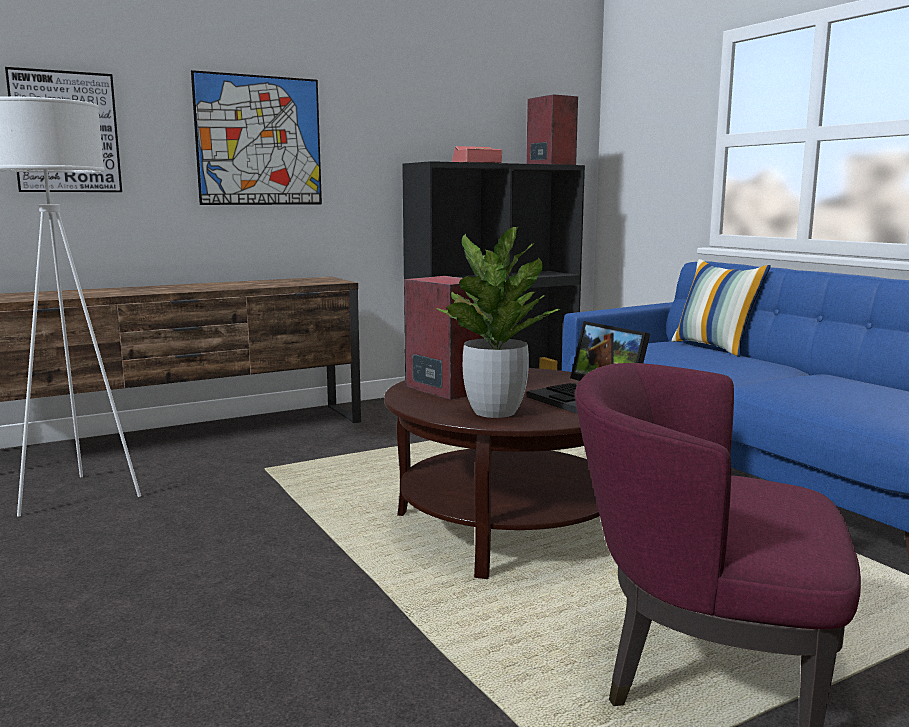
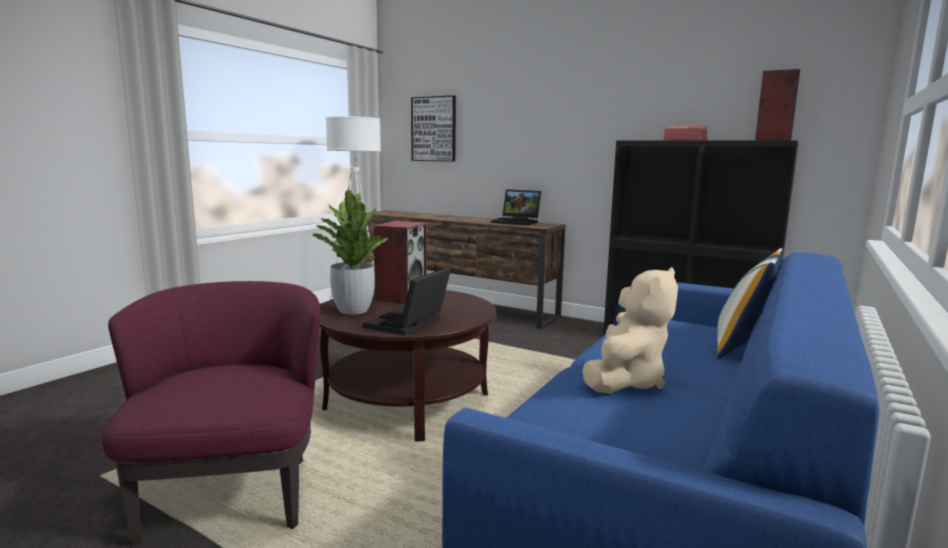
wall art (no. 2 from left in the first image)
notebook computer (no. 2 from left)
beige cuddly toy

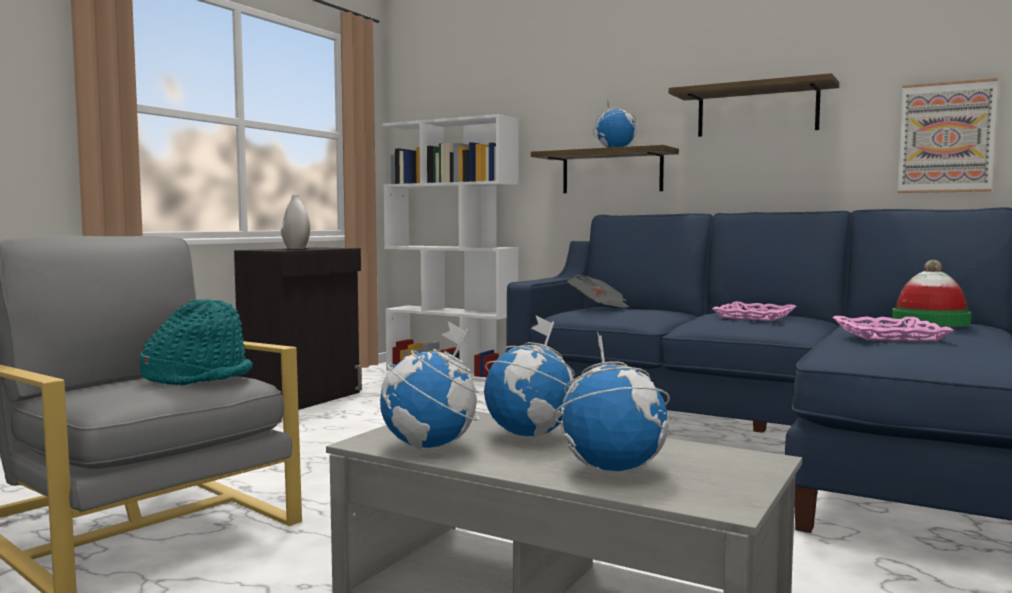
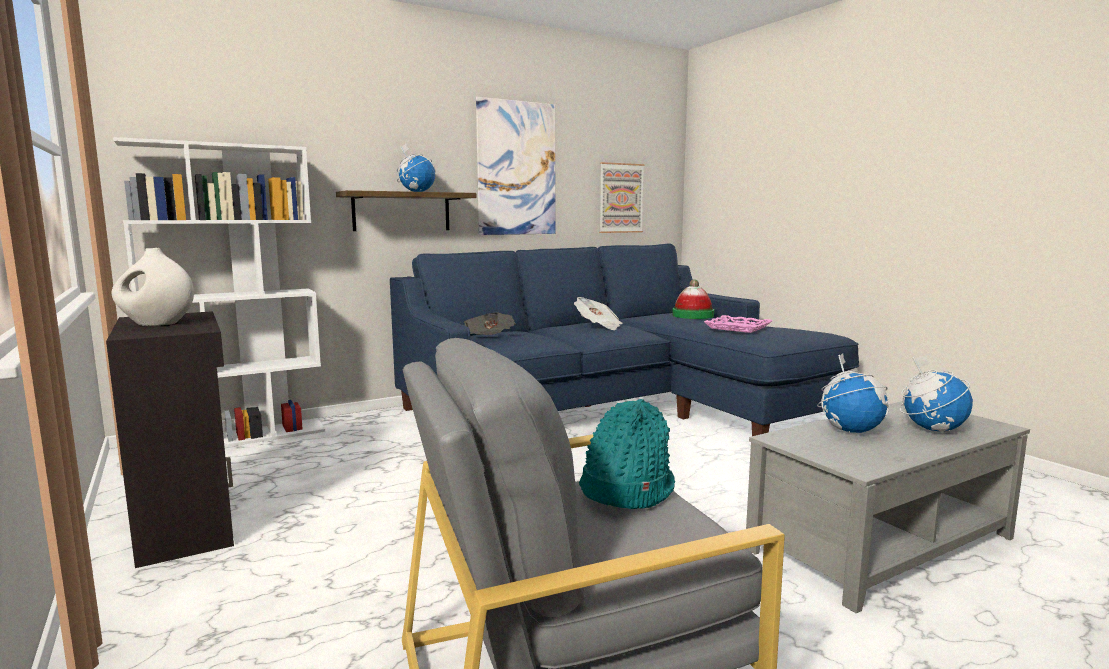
wall art (no. 1 from left)
daily paper (no. 2 from left)
world globe (no. 1 from left in the first image)

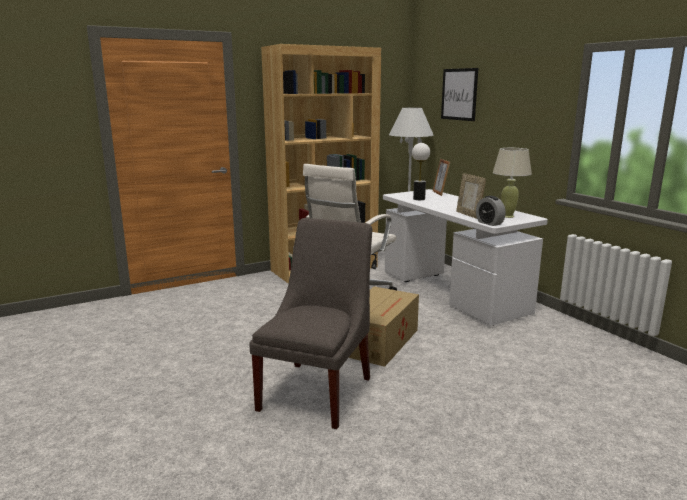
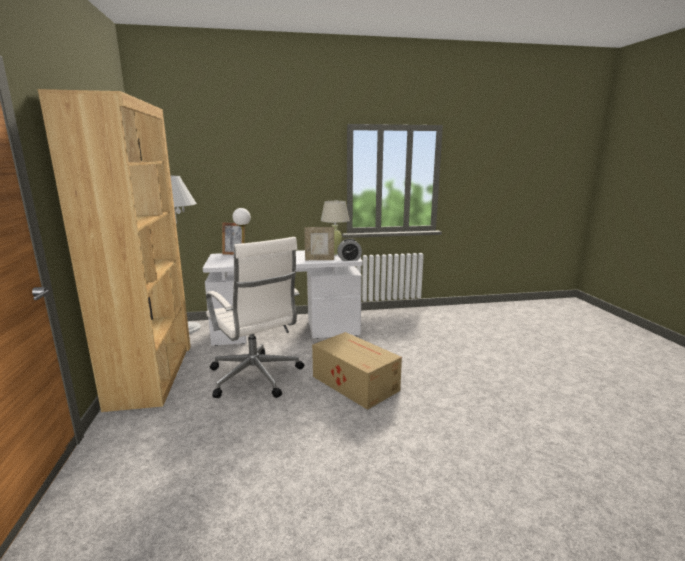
wall art
gray chair

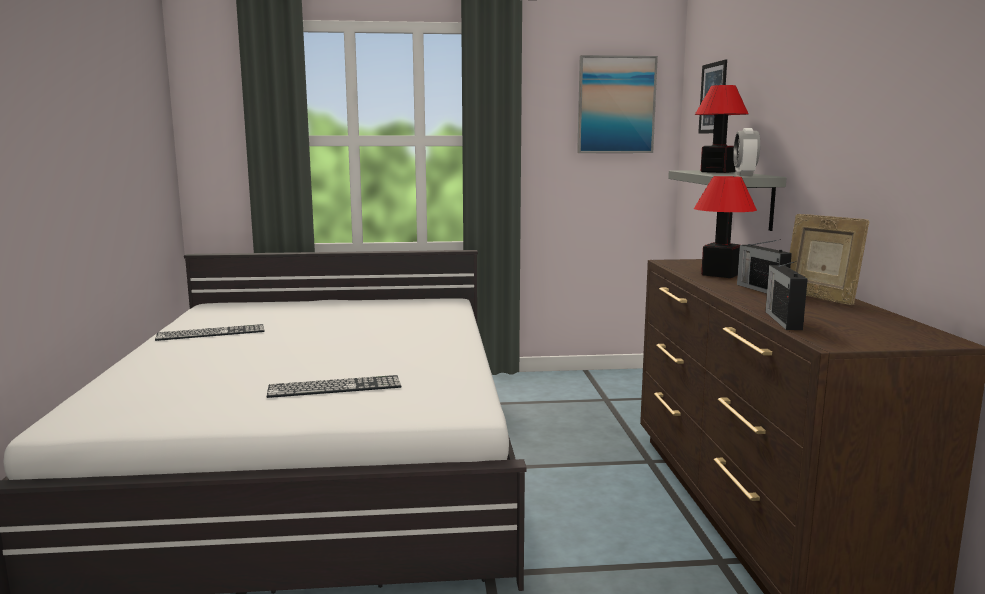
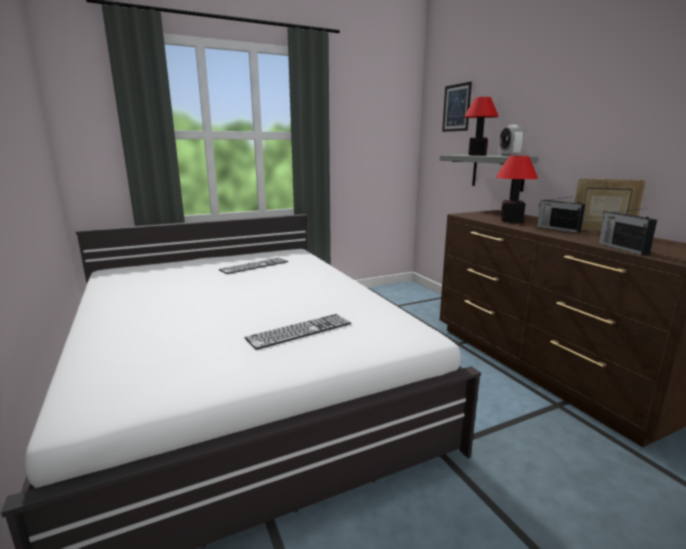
wall art (no. 1 from left in the first image)
PC keyboard (no. 1 from left)

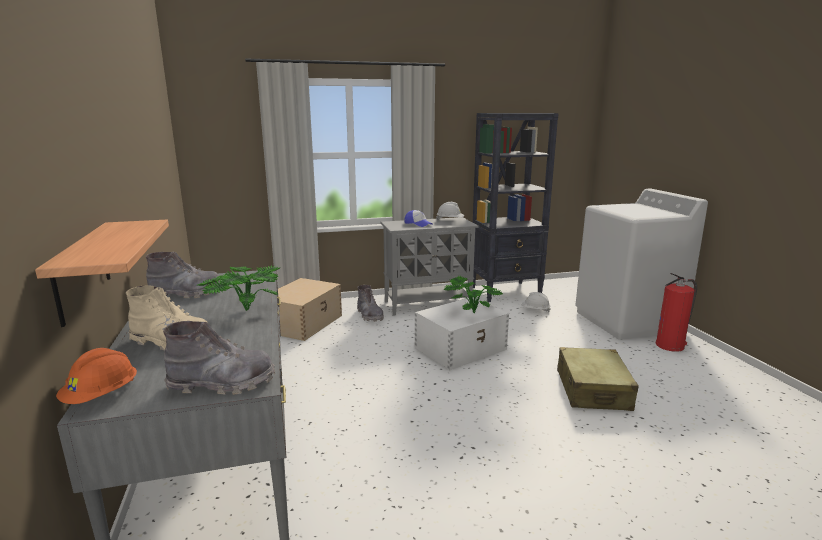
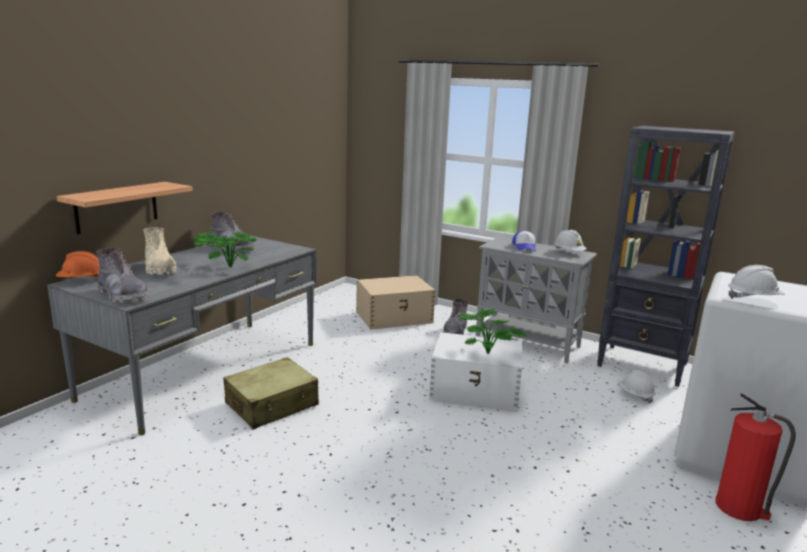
beige travel case
whitish safety helmet (no. 3 from left)

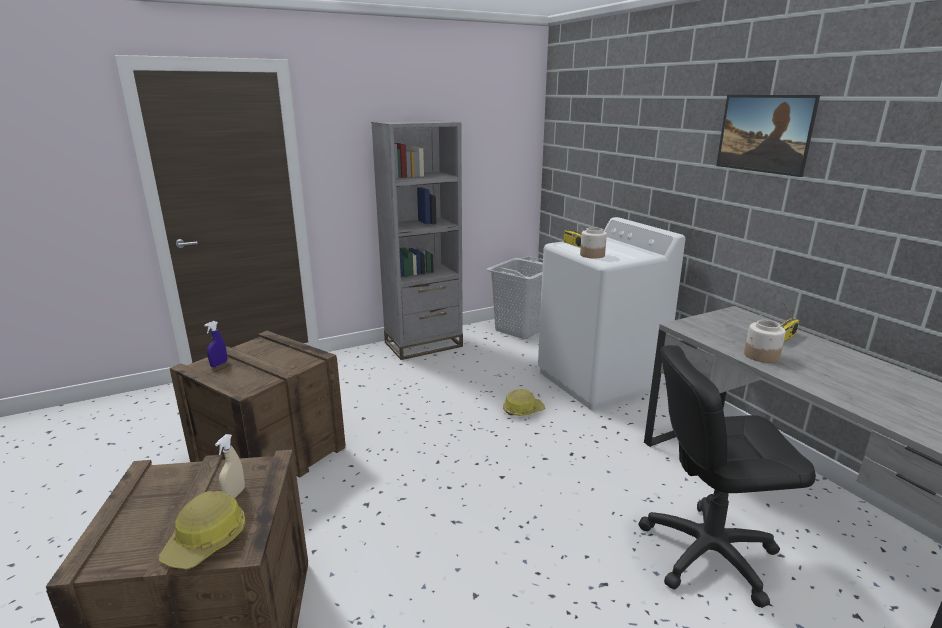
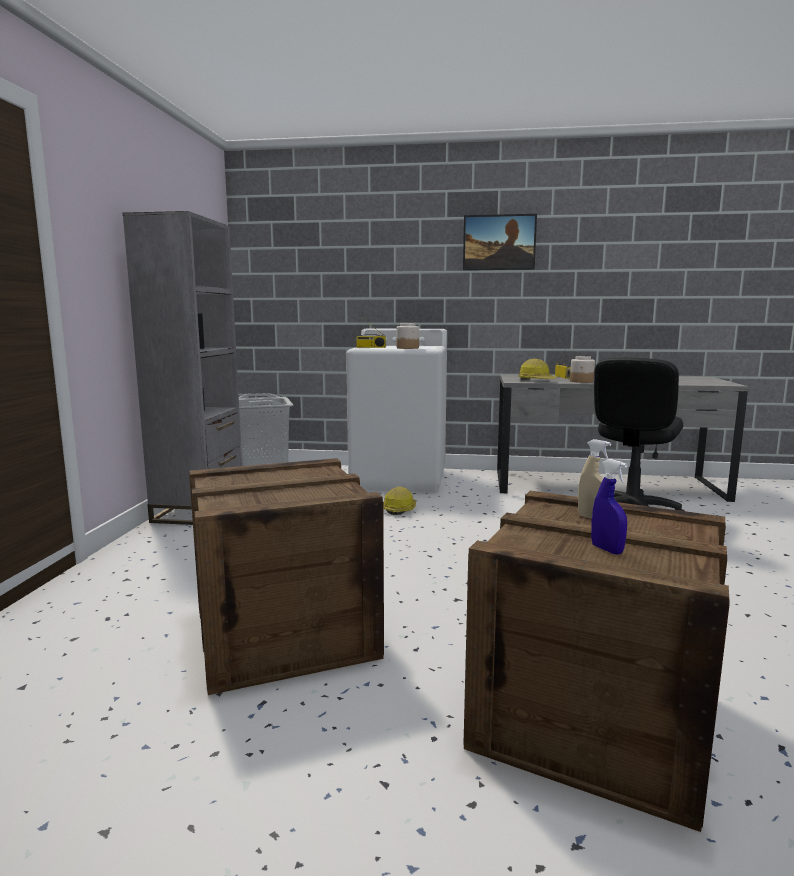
bluish sprayer
safety helmet (no. 2 from left)

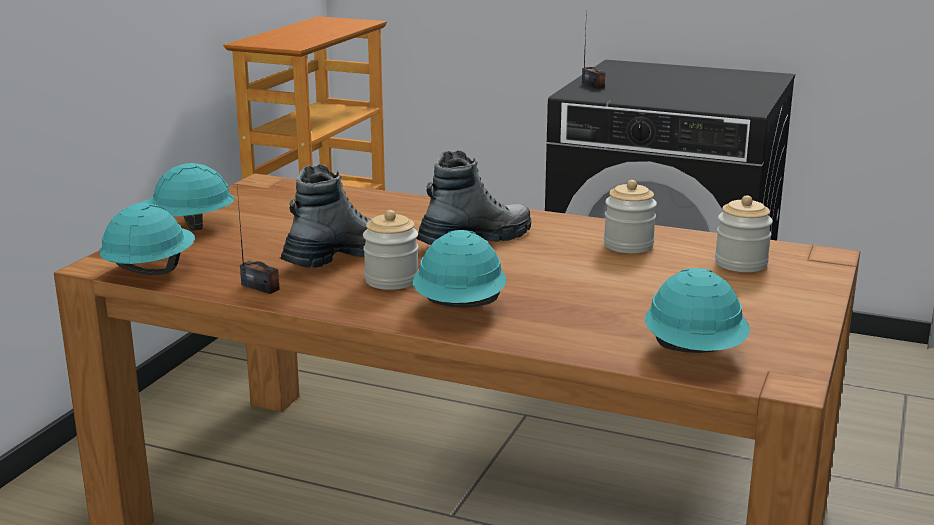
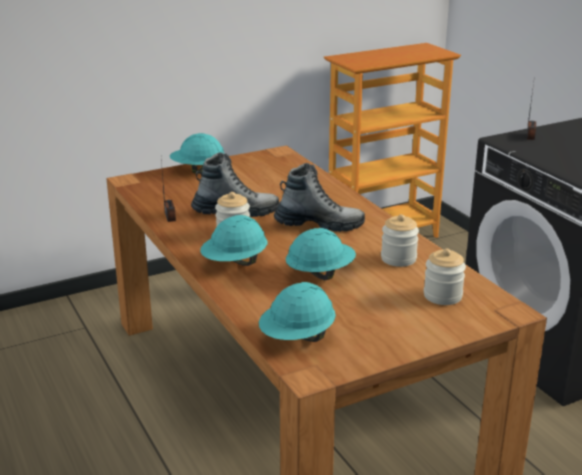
blue-green safety helmet (no. 4 from left)

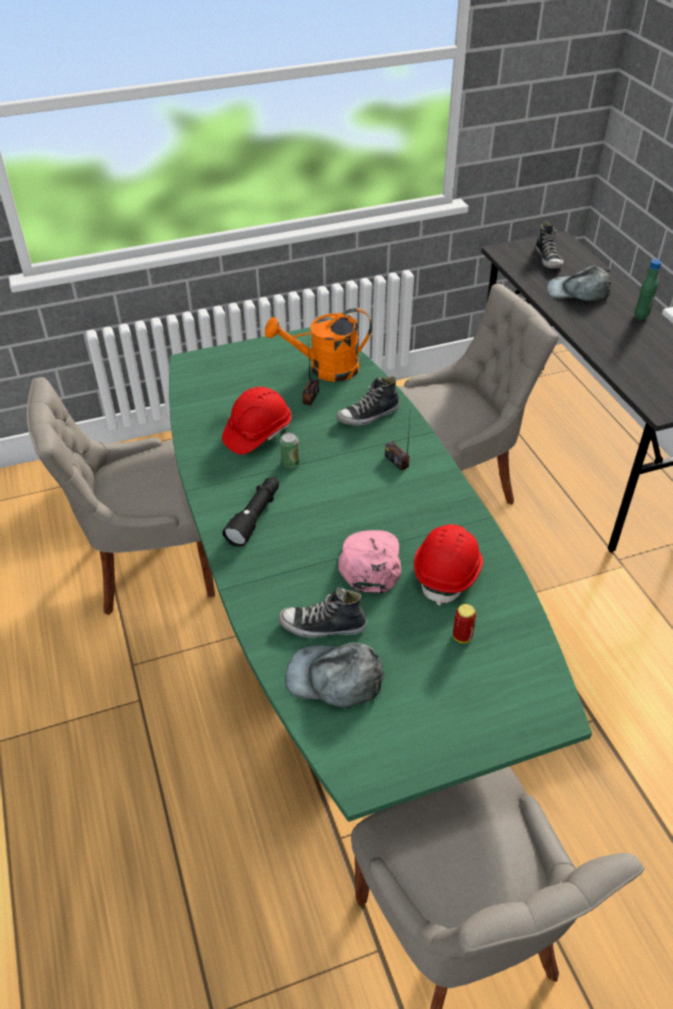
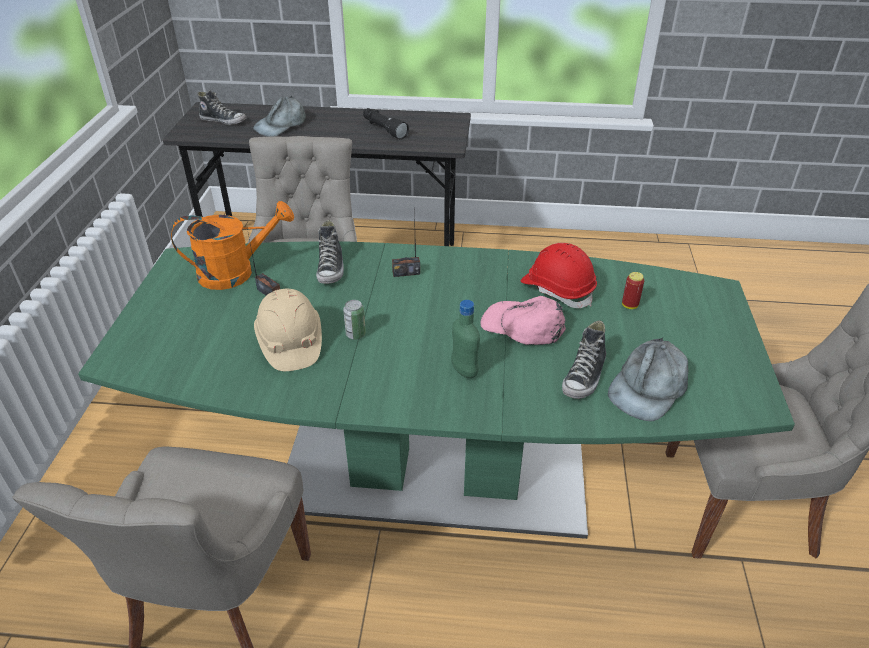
greenish bottle
orangey sprinkling can
beige safety helmet
black hand torch

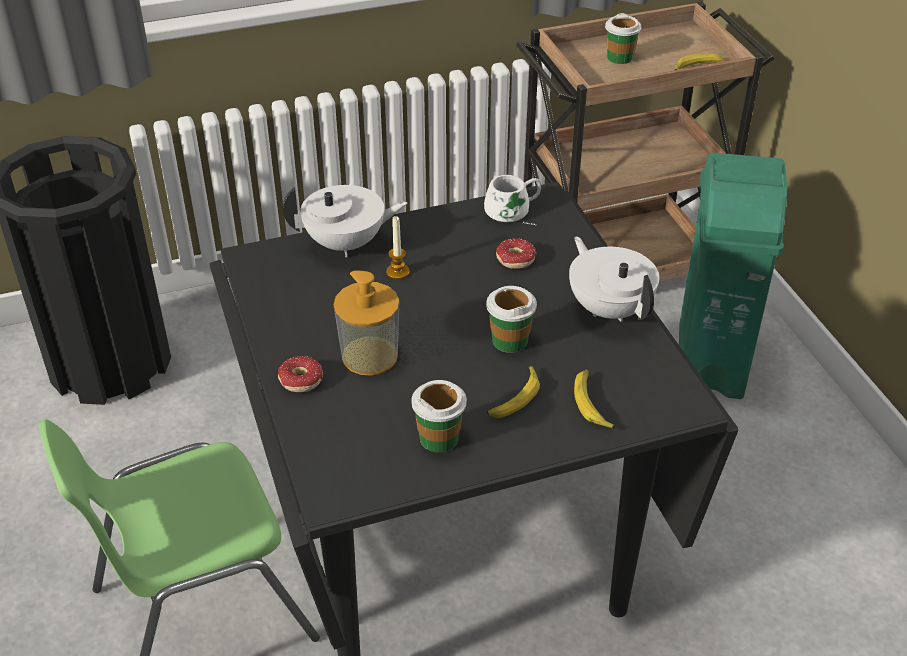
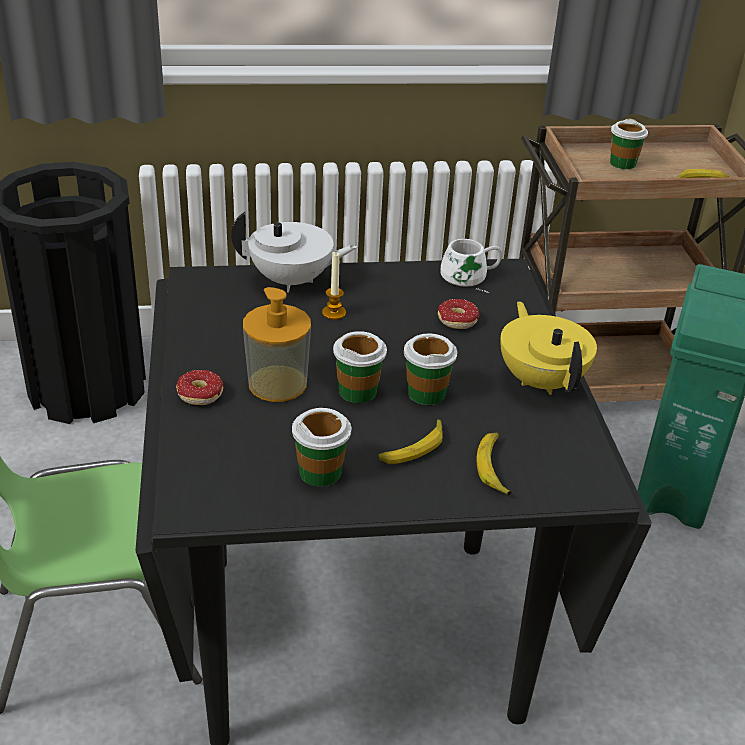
yellow-coloured teapot
small cup (no. 2 from left)

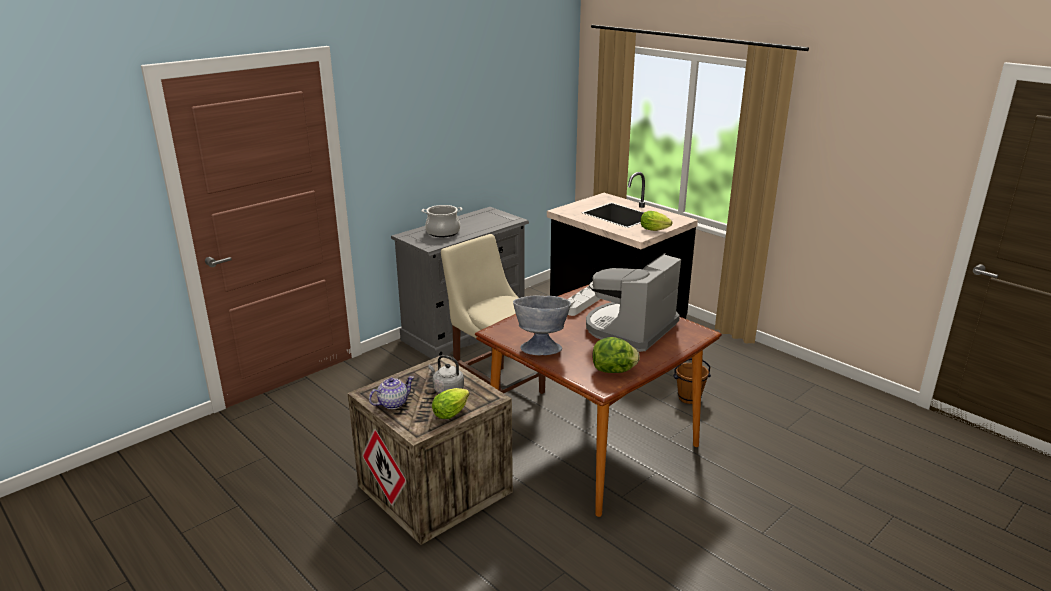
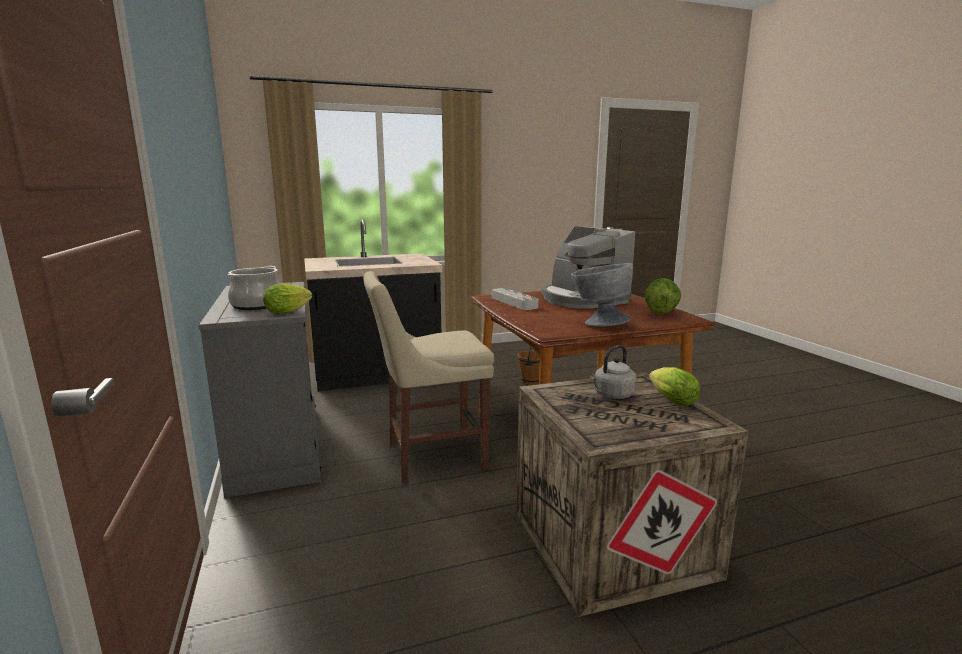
lettuce (no. 1 from left)
teapot

